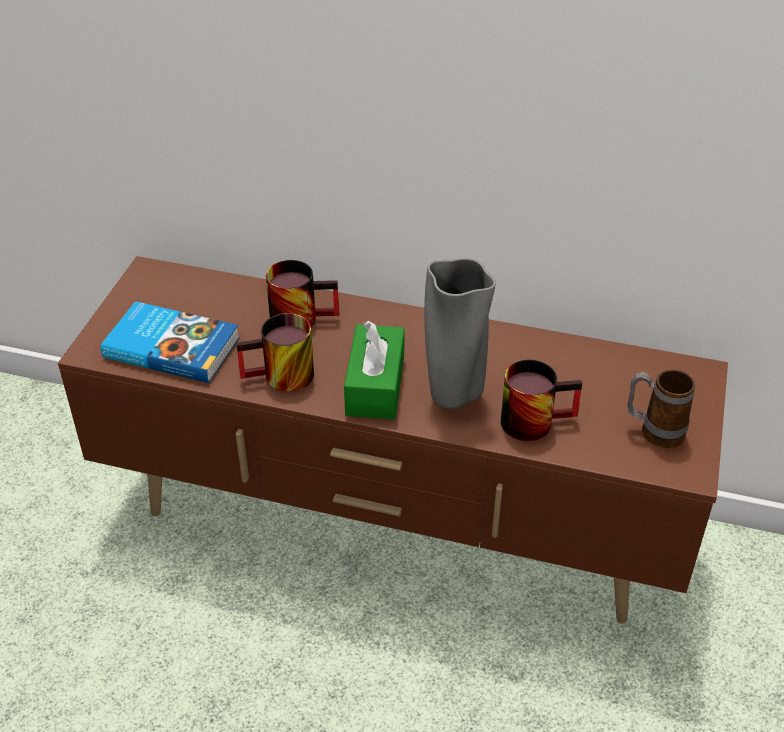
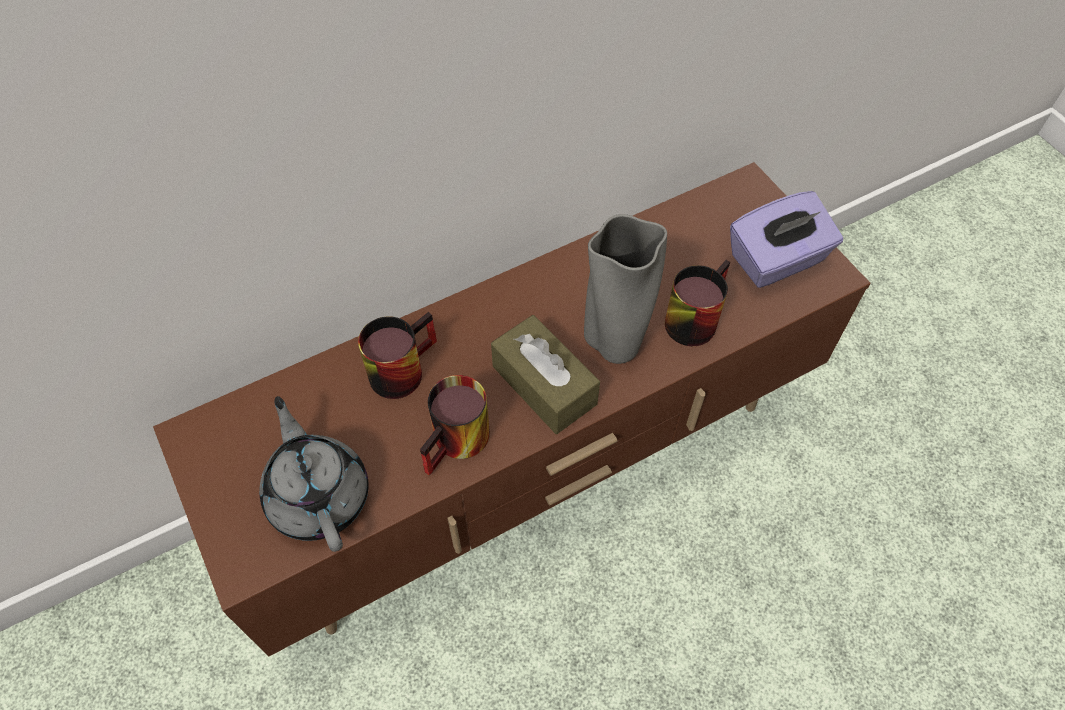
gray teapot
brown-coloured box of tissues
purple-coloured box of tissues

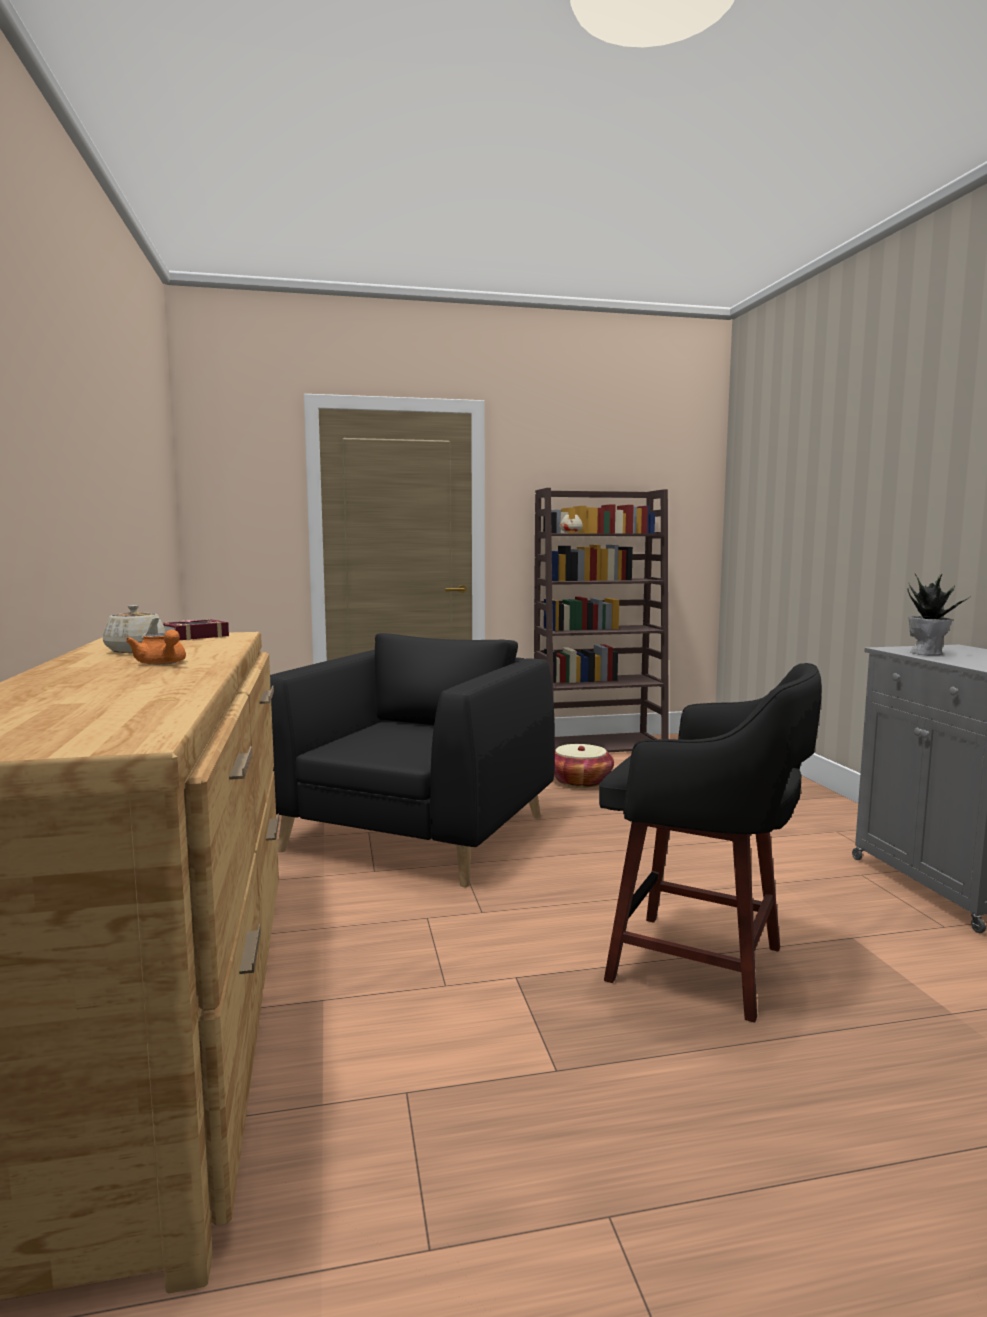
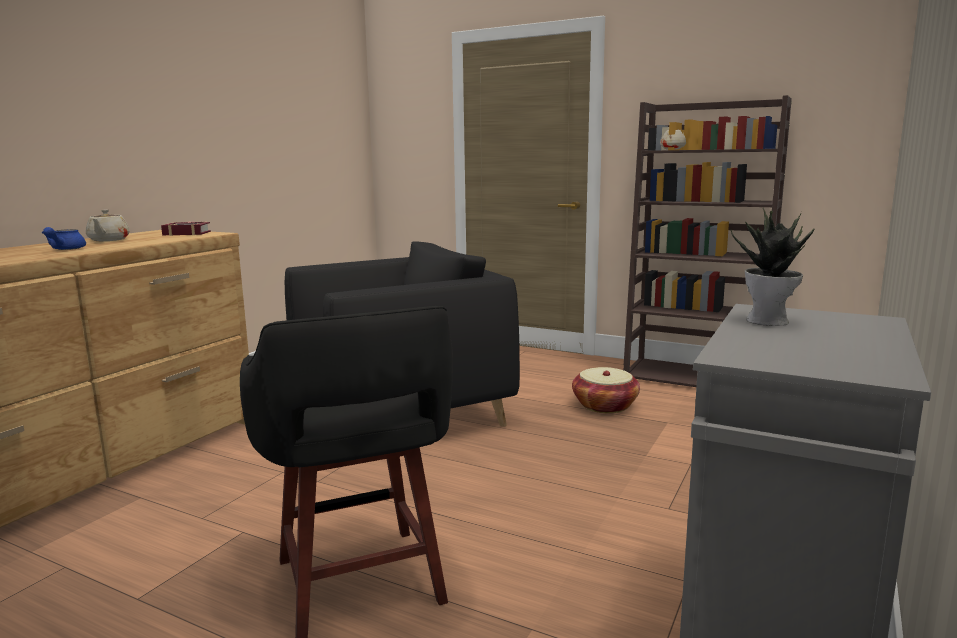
bluish teapot

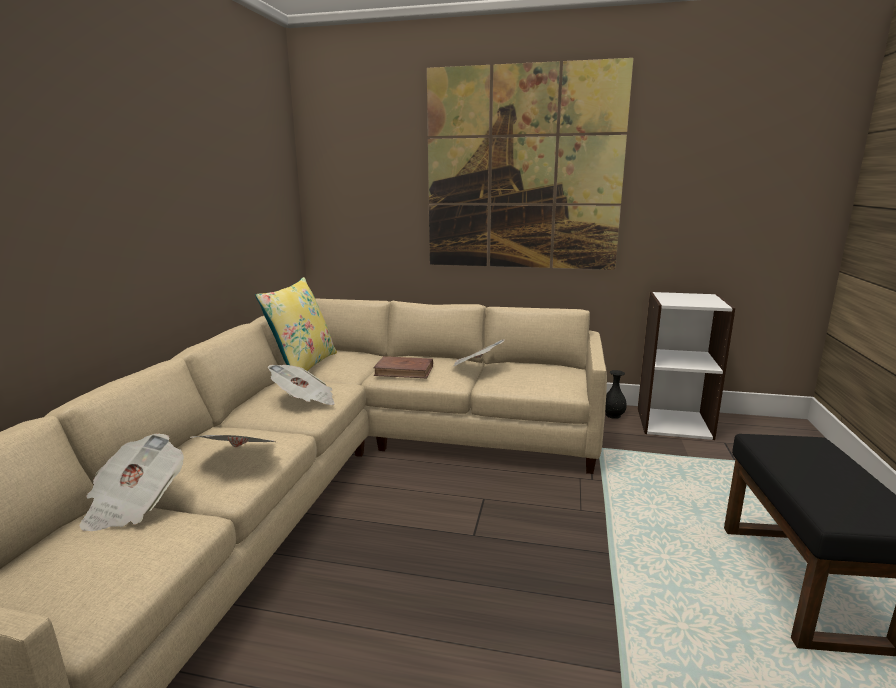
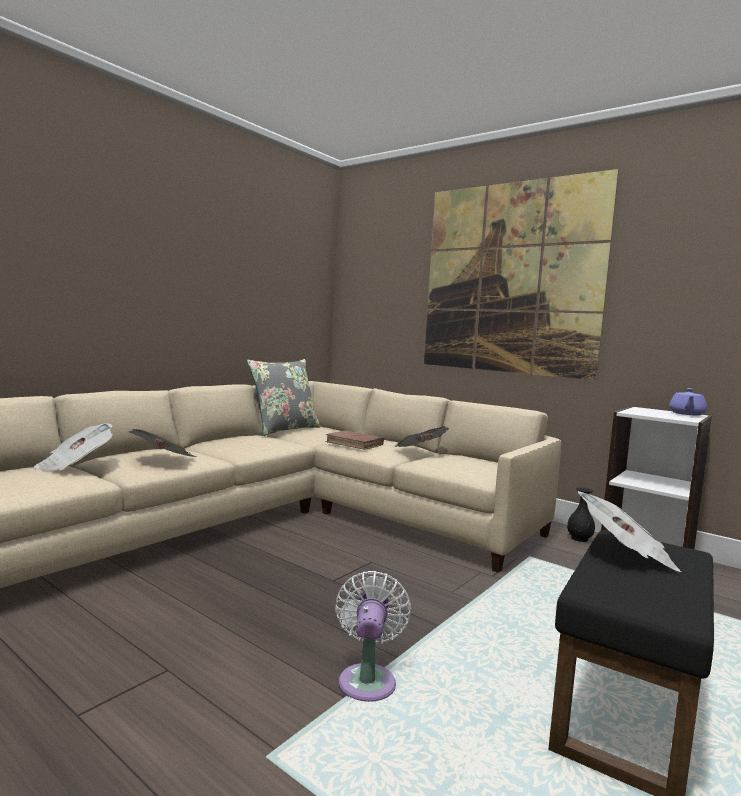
gray pillow
daily paper (no. 4 from left)
purple-coloured teapot
whitish fan

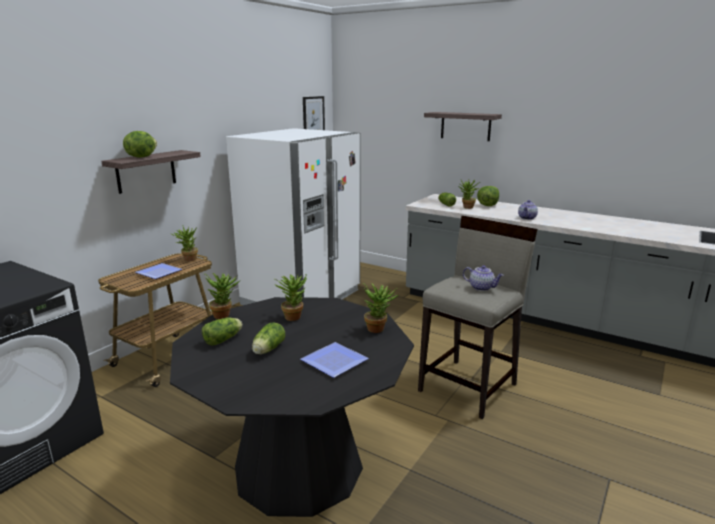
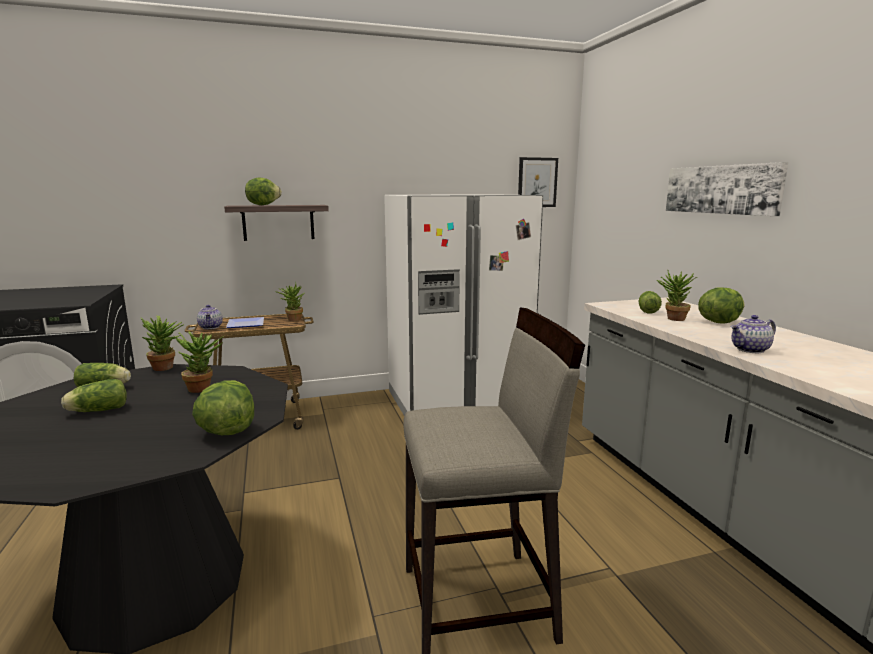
wall art (no. 2 from left)
teapot (no. 1 from left)
lettuce (no. 3 from left)
flat dish (no. 2 from left in the first image)

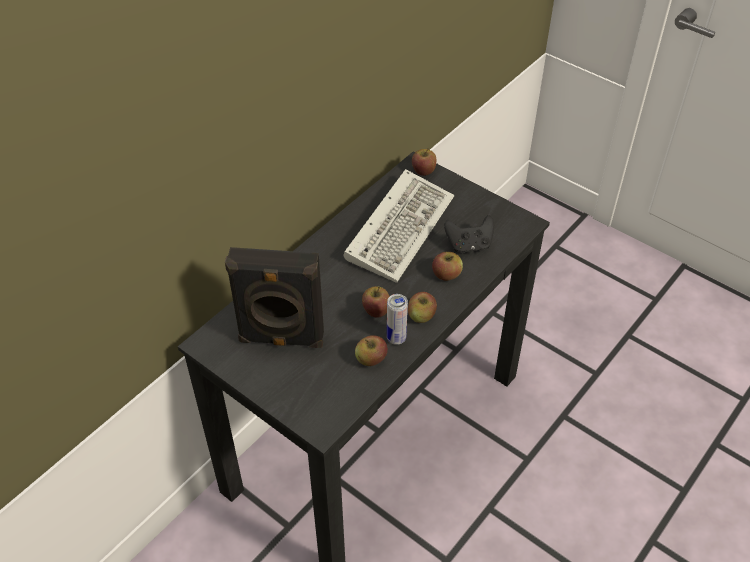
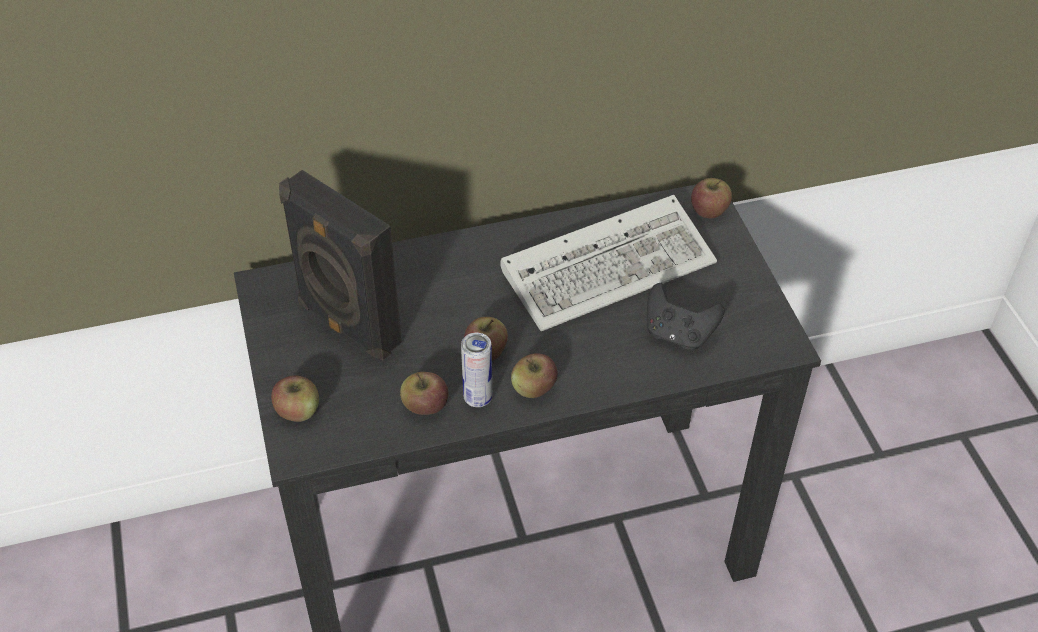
whole apple (no. 1 from left)

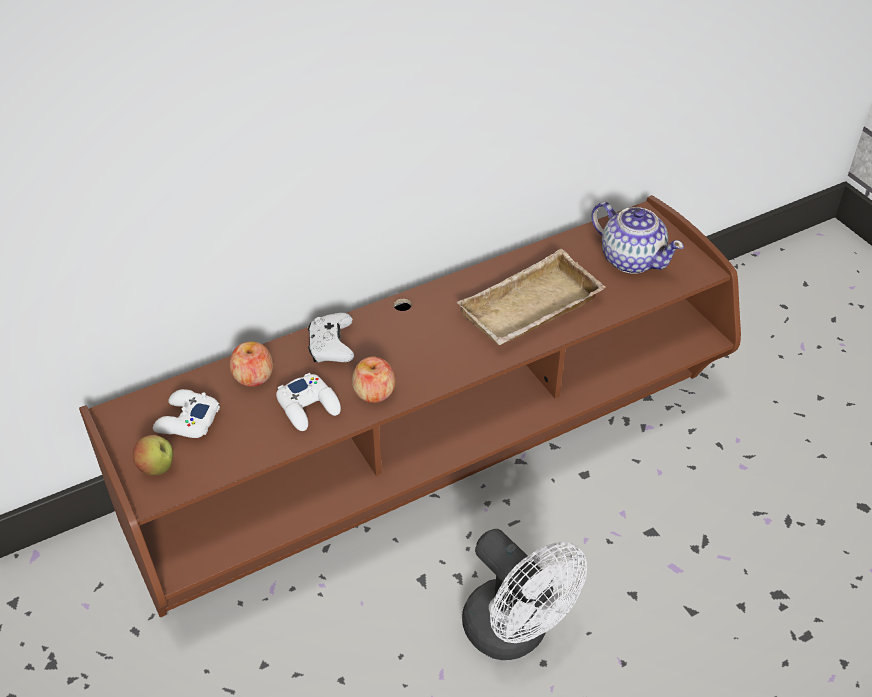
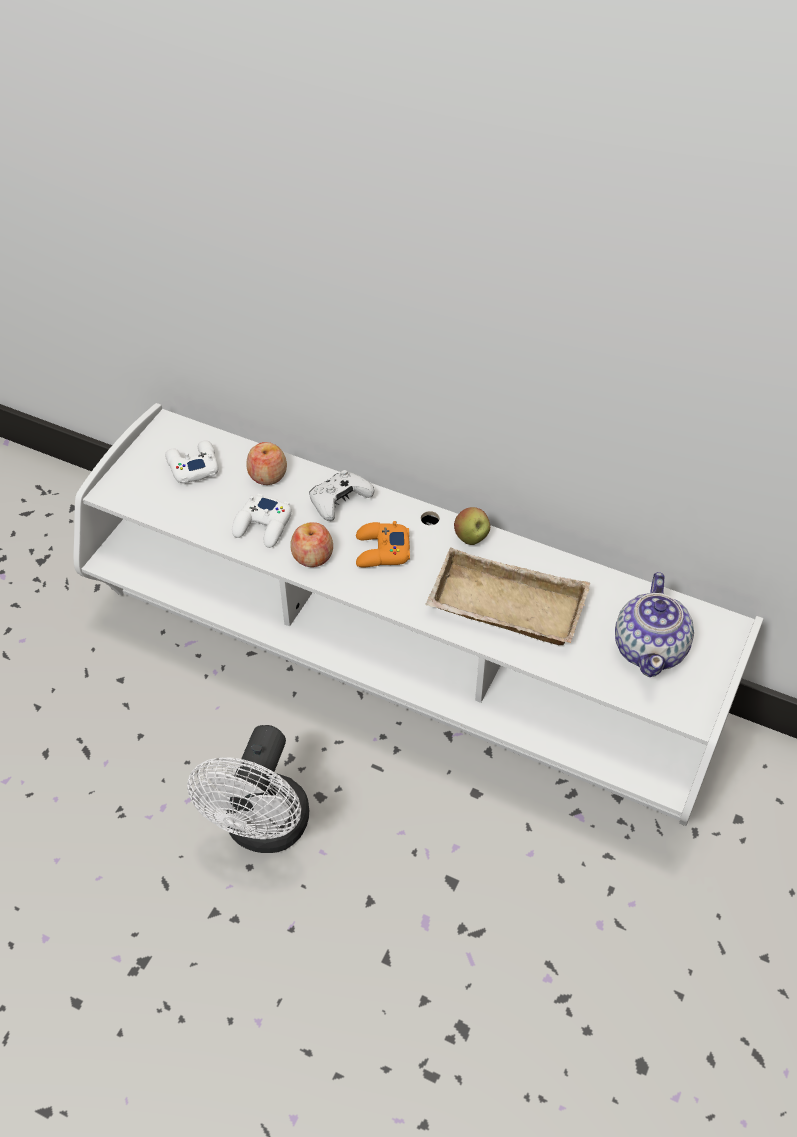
whitish media console
whole apple (no. 3 from left)
orangey gamepad

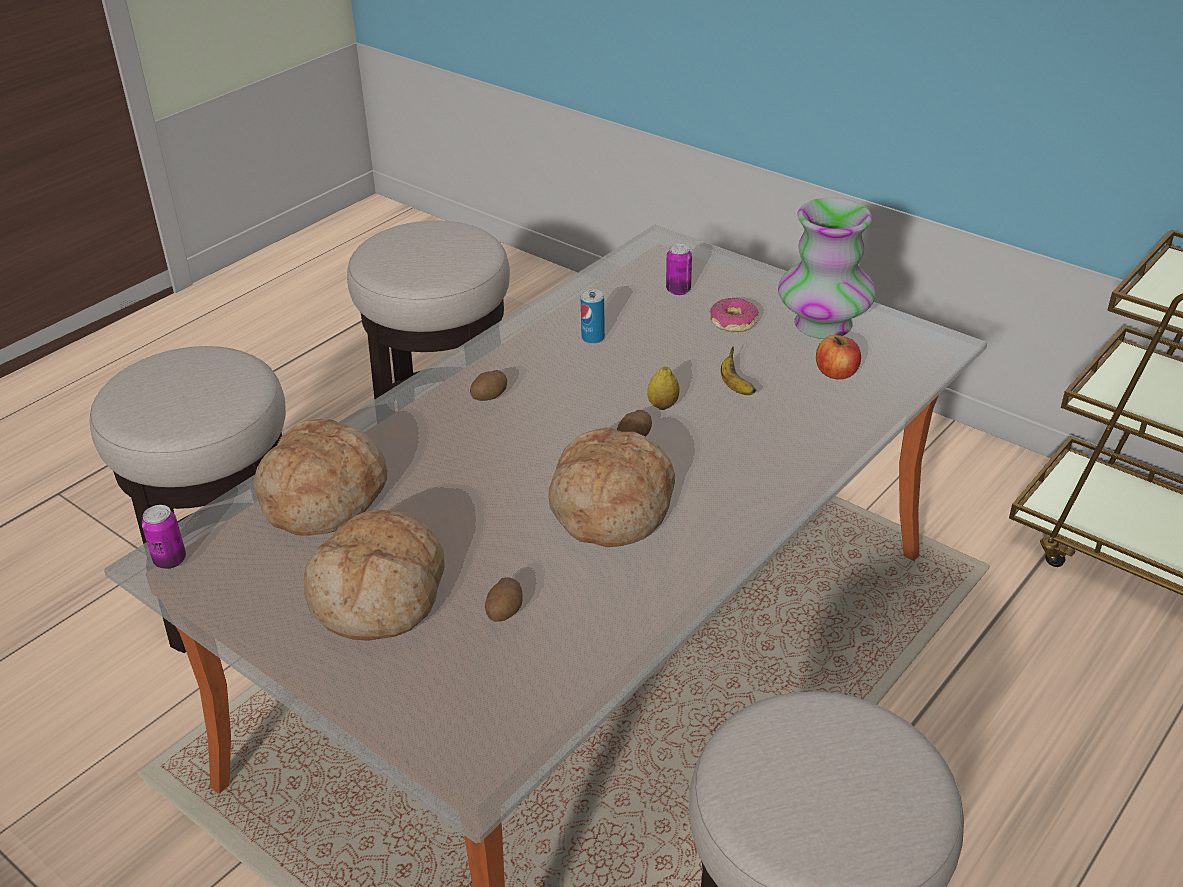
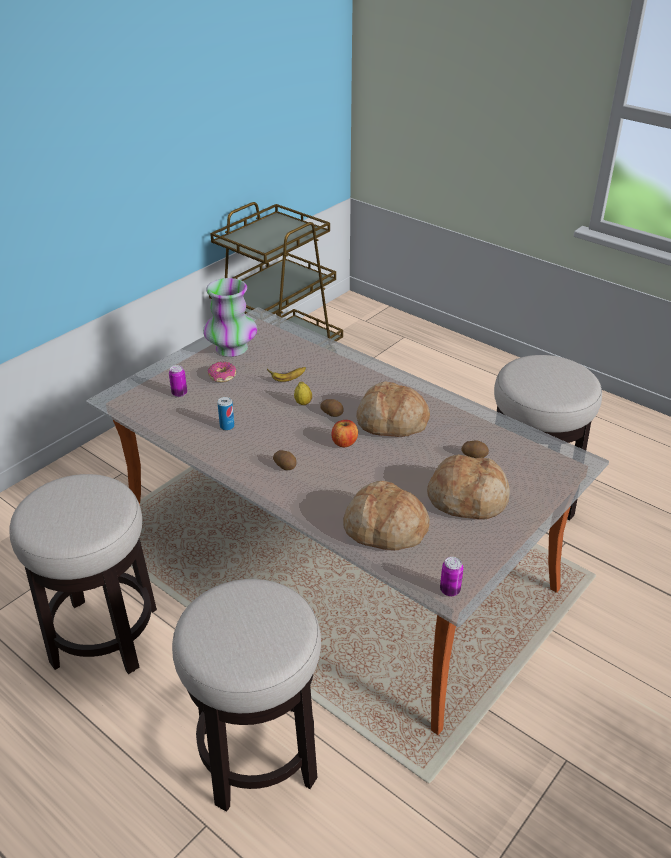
whole apple

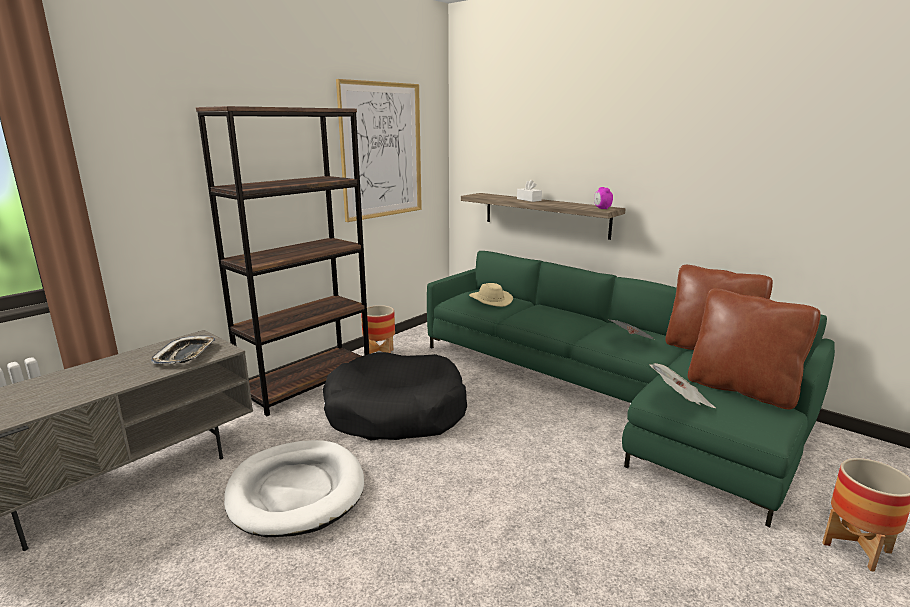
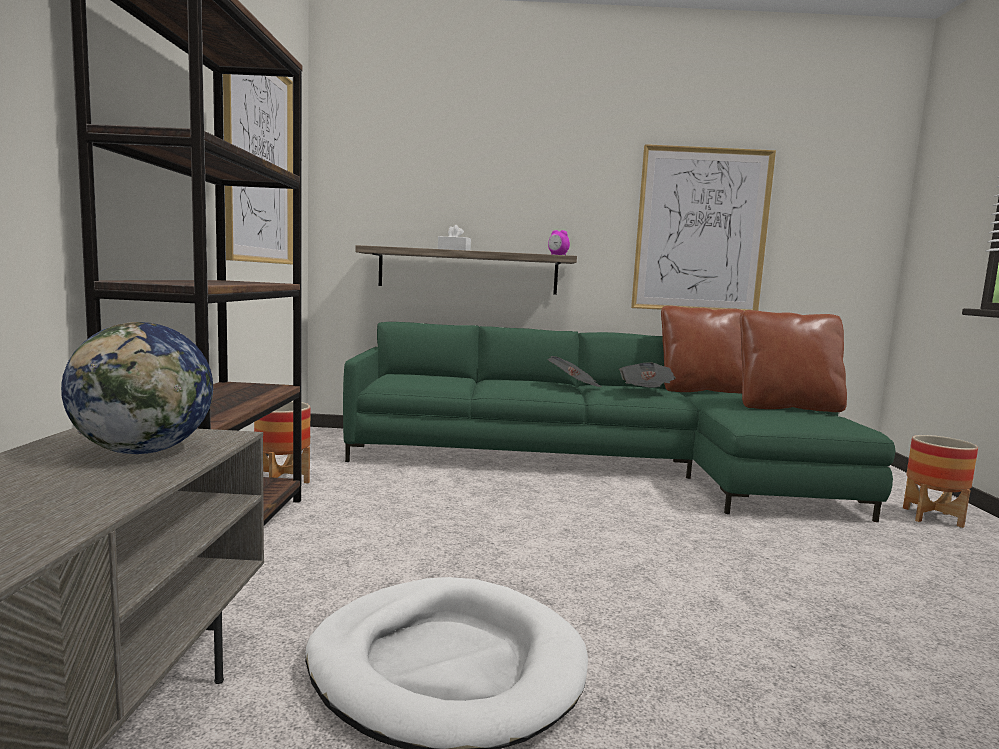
beige hat
world globe
black dog bed
daily paper (no. 1 from left)
wall art (no. 2 from left)

